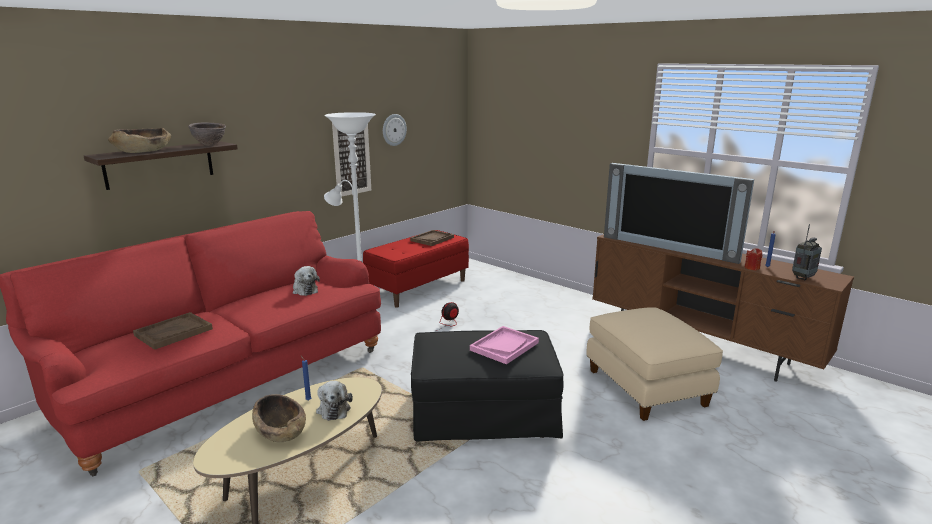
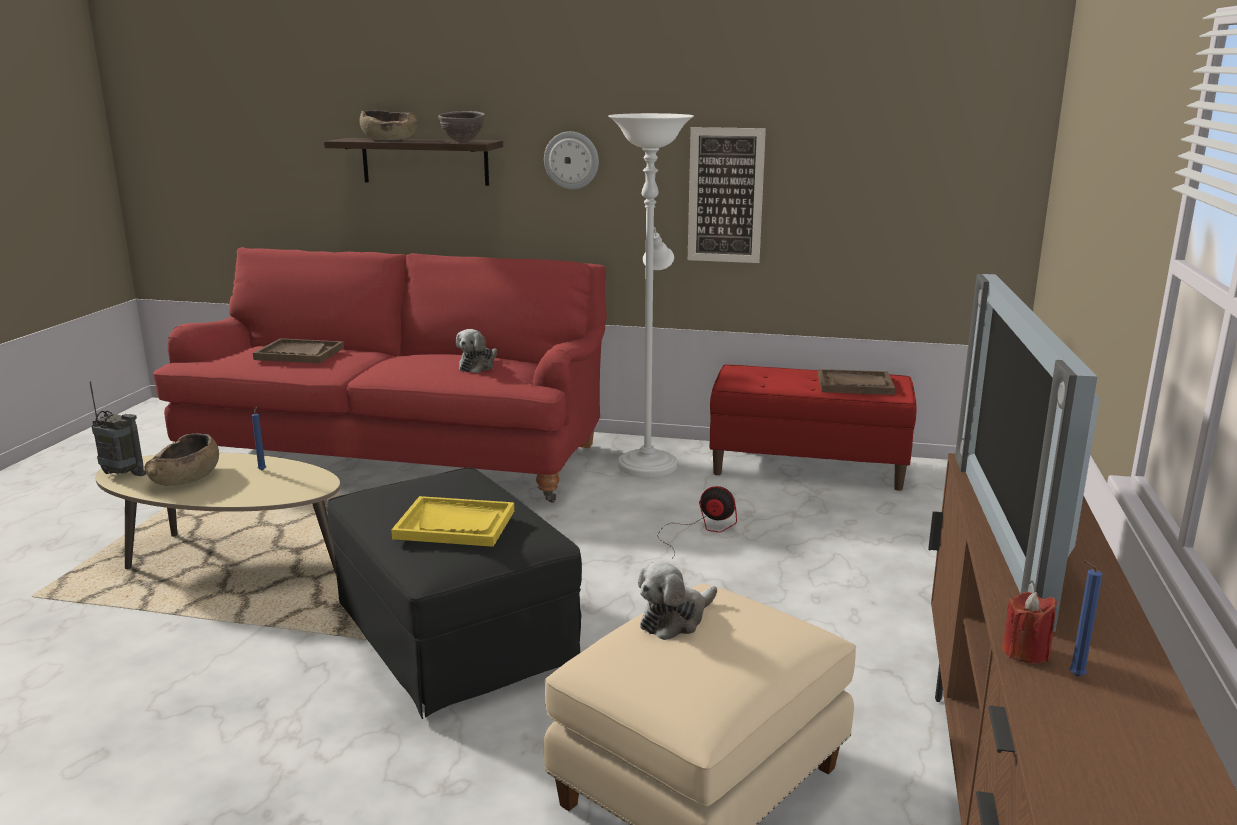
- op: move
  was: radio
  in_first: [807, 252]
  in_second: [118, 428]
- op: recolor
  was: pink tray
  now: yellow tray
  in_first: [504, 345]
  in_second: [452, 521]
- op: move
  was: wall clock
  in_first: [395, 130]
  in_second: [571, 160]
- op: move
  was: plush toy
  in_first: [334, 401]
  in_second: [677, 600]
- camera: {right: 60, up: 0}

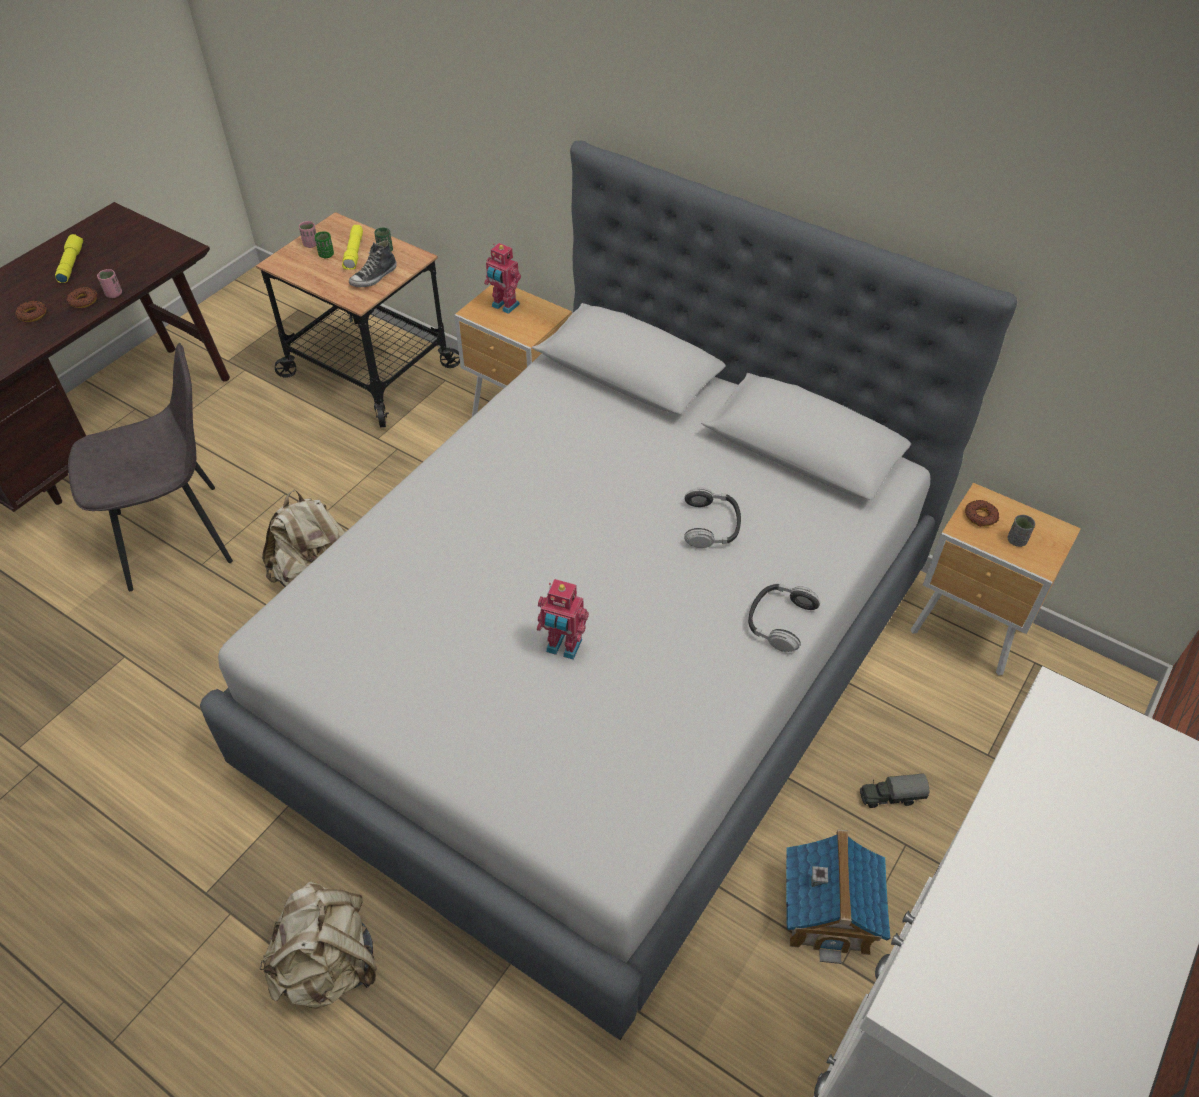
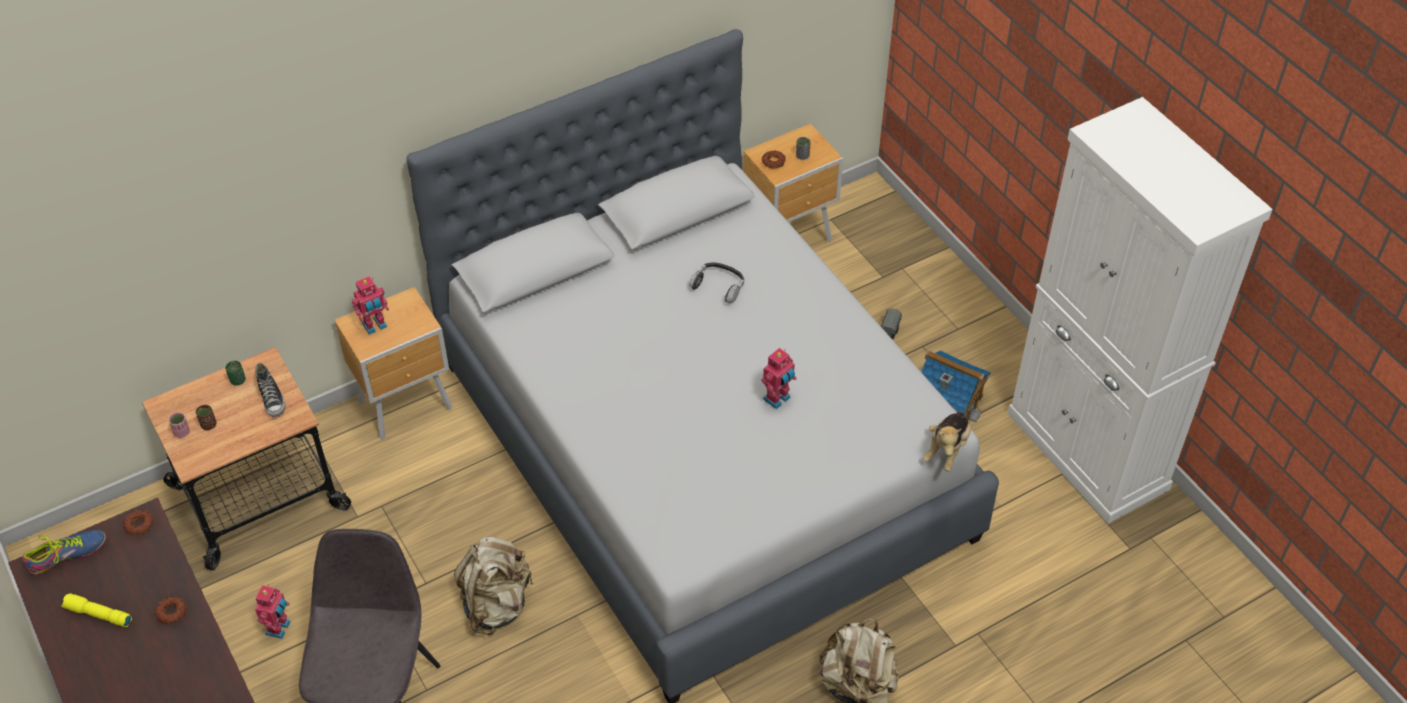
- op: insert
  now: shoe
  in_second: [64, 552]
- op: move
  was: donut
  in_first: [31, 311]
  in_second: [138, 522]
- op: recolor
  was: green cup
  now: brown cup
  in_first: [324, 244]
  in_second: [206, 417]
- op: insert
  now: toy robot
  in_second: [273, 611]
- op: insert
  now: plush toy
  in_second: [947, 441]
- op: delete
  was: pink cup
  in_first: [109, 283]
- op: delete
  was: yellow flashlight
  in_first: [352, 247]
- op: delete
  was: headphones
  in_first: [784, 618]
- camera: {right: -65, up: 0}

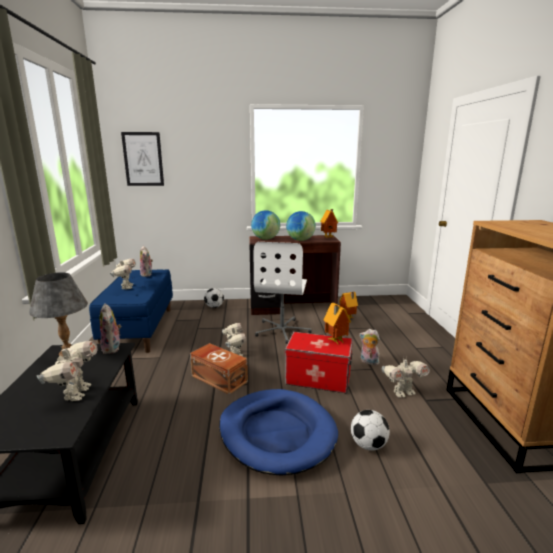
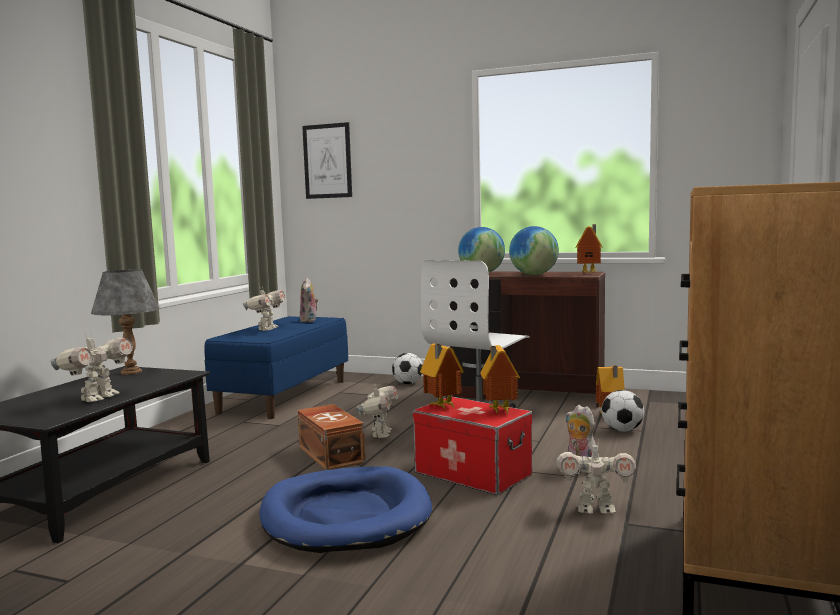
- op: insert
  now: toy house
  in_second: [442, 376]
- op: move
  was: football
  in_first: [370, 430]
  in_second: [622, 411]
- op: delete
  was: plush toy
  in_first: [110, 329]
- camera: {right: 25, up: -10}

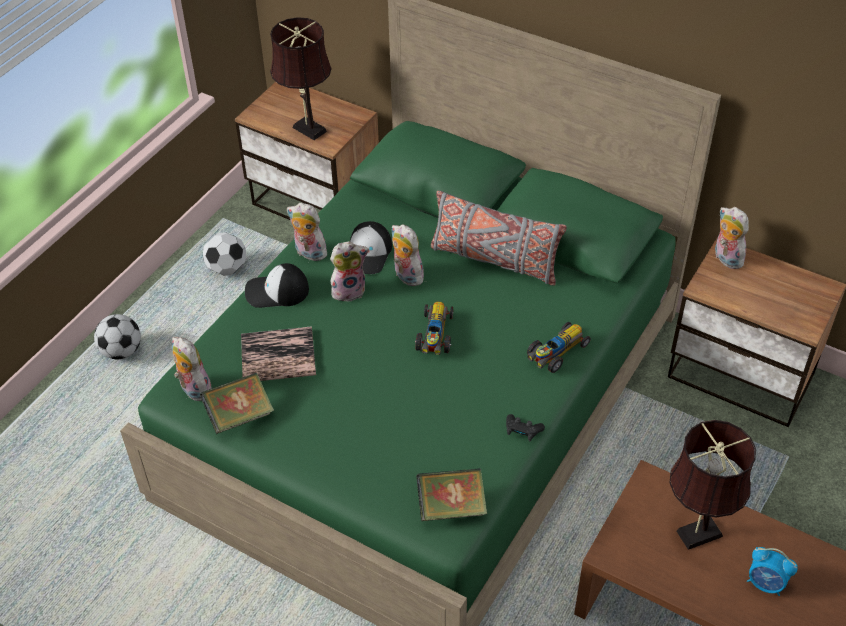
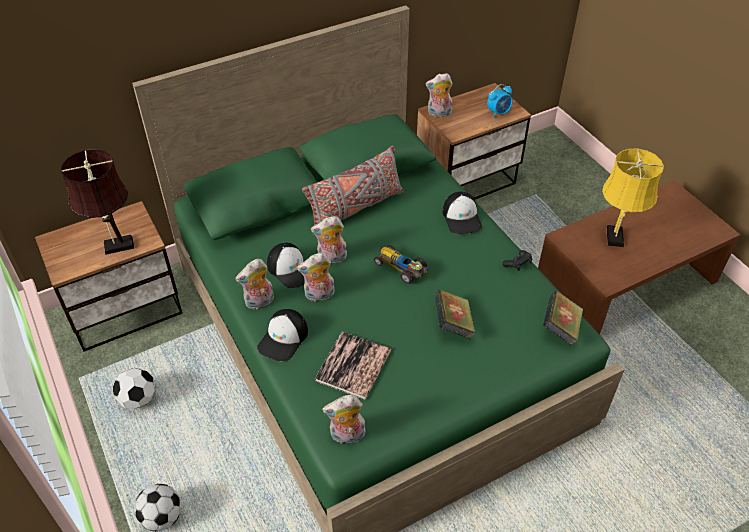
- op: rotate
  was: plush toy
  in_first: [349, 271]
  in_second: [316, 277]
  clockwise: -120
- op: move
  was: book
  in_first: [237, 403]
  in_second: [454, 314]
- op: replace
  was: toy car
  now: cap
  in_first: [559, 347]
  in_second: [462, 213]
- op: move
  was: alarm clock
  in_first: [772, 571]
  in_second: [500, 101]
- op: recolor
  was: brown table lamp
  now: yellow table lamp
  in_first: [713, 485]
  in_second: [633, 198]
- camera: {right: -60, up: 0}

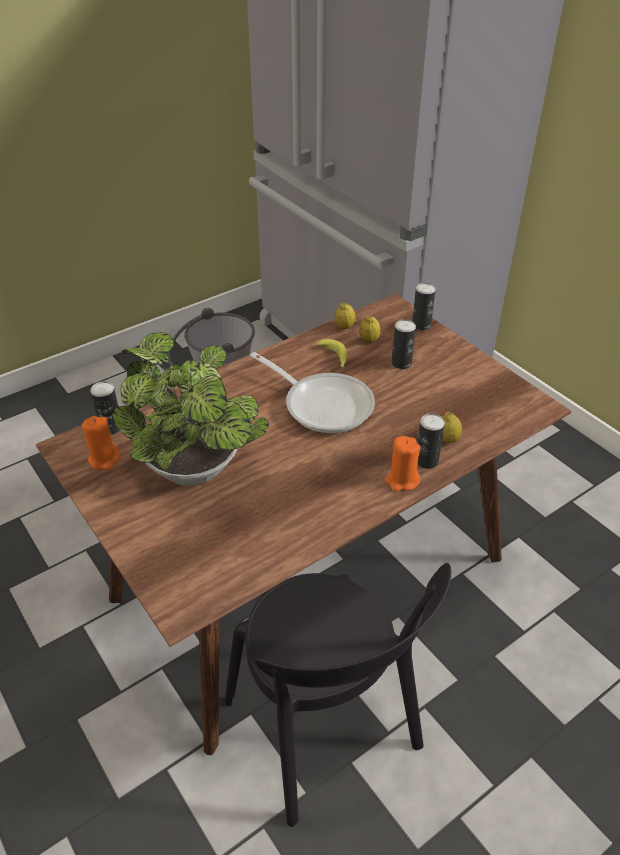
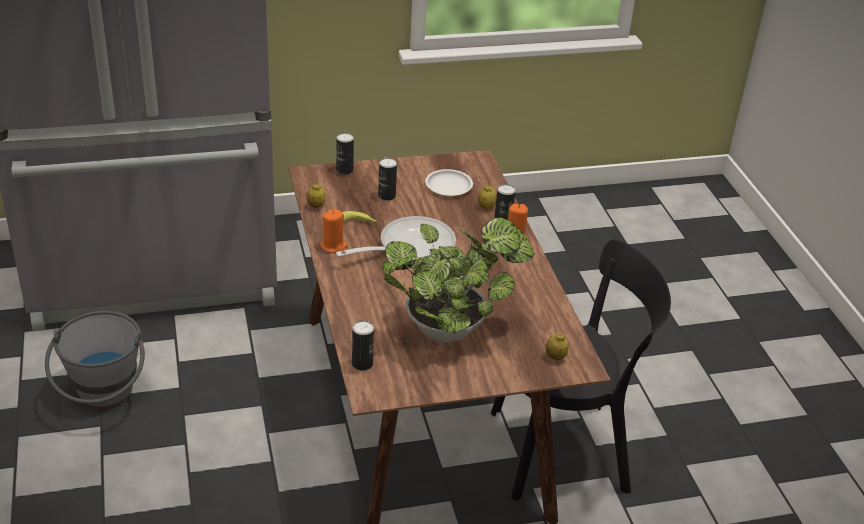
- op: move
  was: orange candle
  in_first: [101, 443]
  in_second: [334, 231]
- op: insert
  now: white plate
  in_second: [449, 182]
- op: move
  was: lemon
  in_first: [370, 329]
  in_second: [557, 346]
- camera: {right: -70, up: -5}

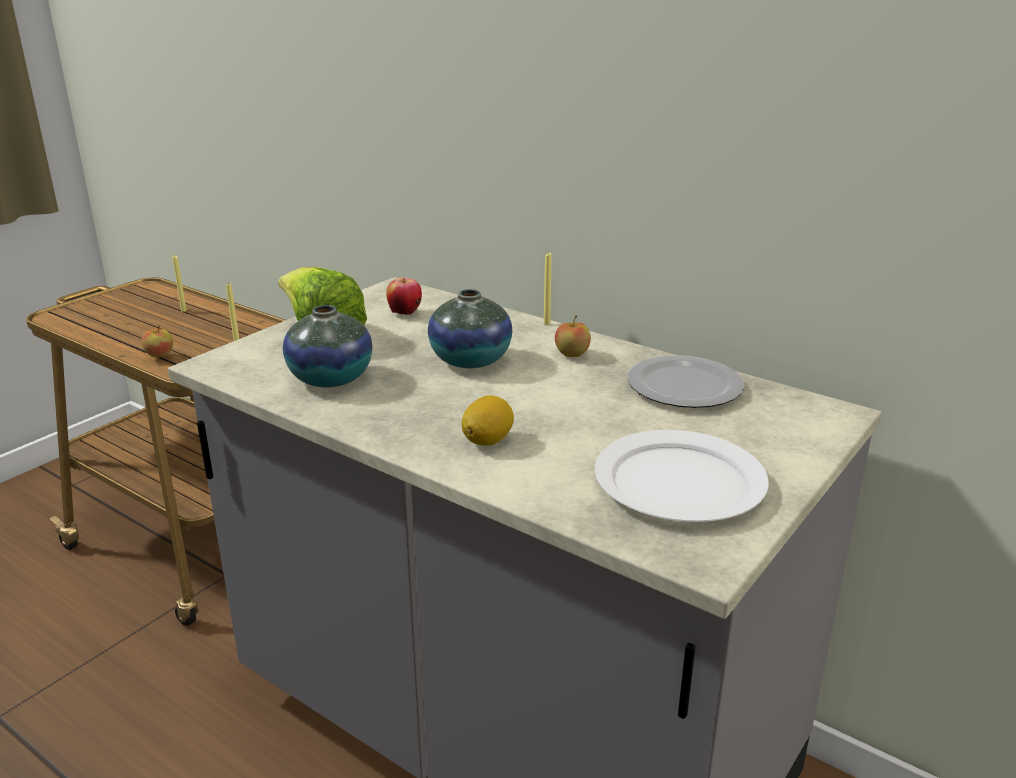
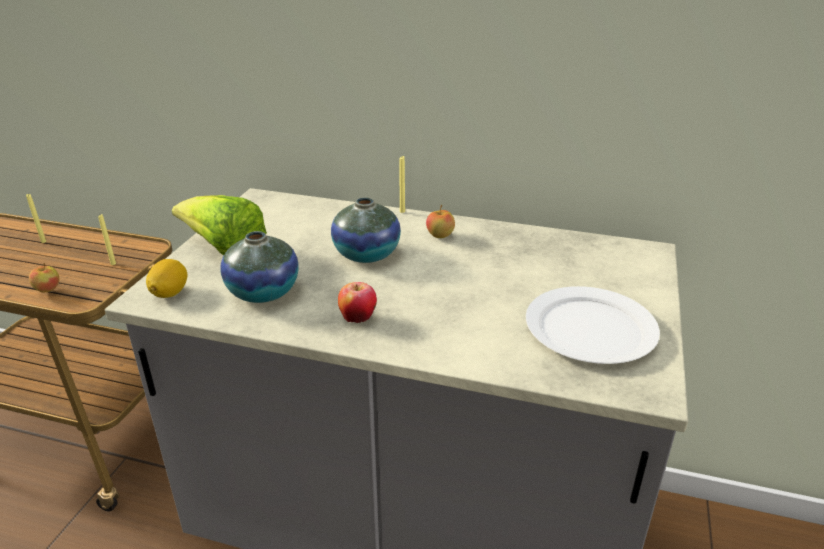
- op: move
  was: lemon
  in_first: [488, 420]
  in_second: [166, 278]
- op: move
  was: apple
  in_first: [404, 296]
  in_second: [357, 302]
- op: delete
  was: plate
  in_first: [685, 381]
- camera: {right: -20, up: 5}

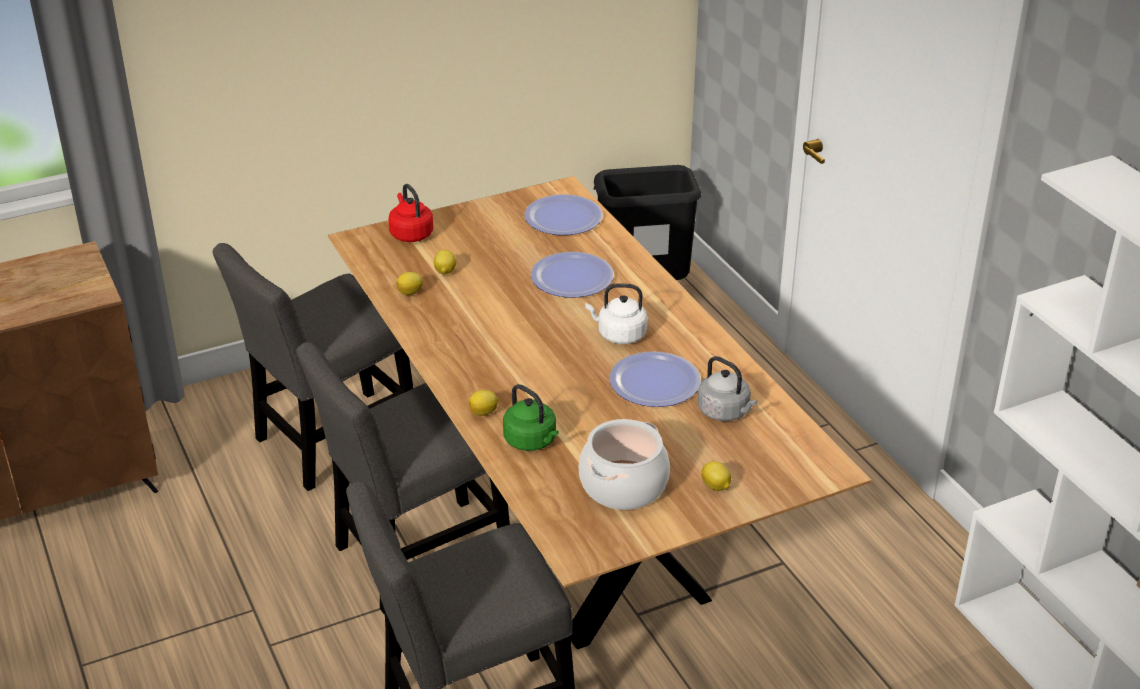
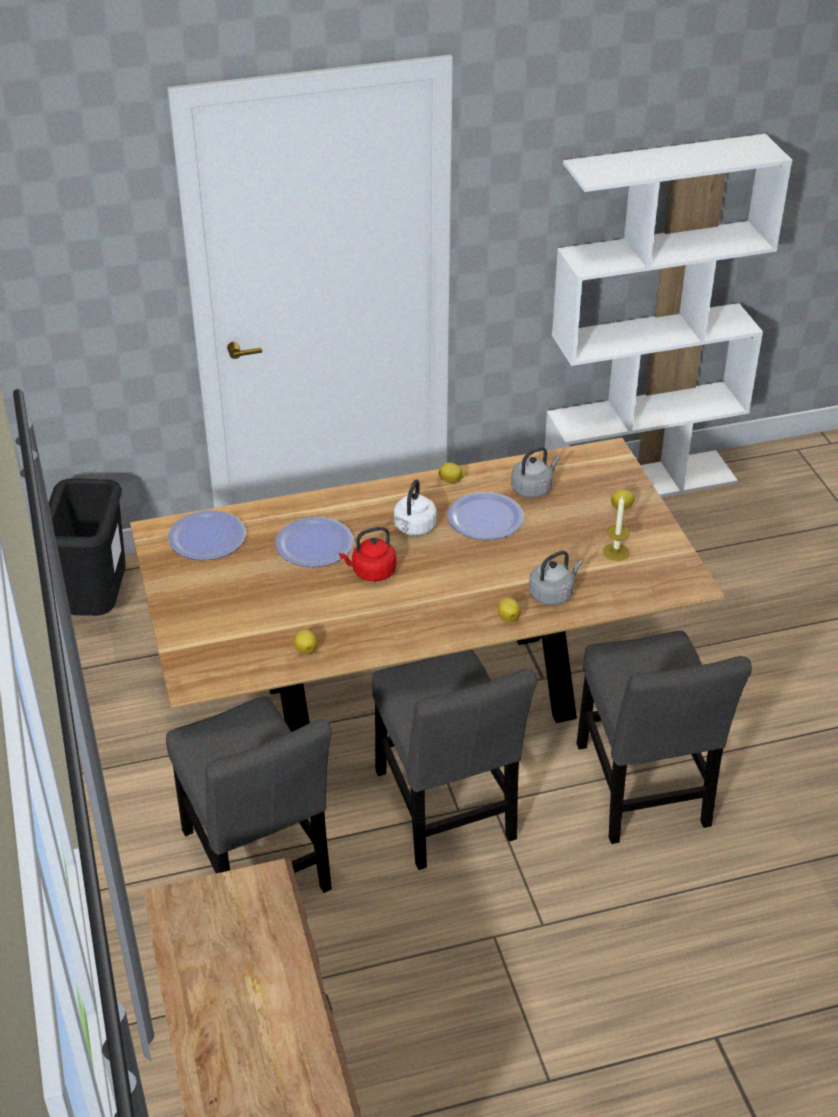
- op: move
  was: red kettle
  in_first: [410, 213]
  in_second: [367, 554]
- op: move
  was: lemon
  in_first: [445, 262]
  in_second: [451, 472]
- op: recolor
  was: green kettle
  now: grey kettle
  in_first: [531, 417]
  in_second: [556, 578]
- op: replace
  was: cooking pot
  now: candle
  in_first: [624, 464]
  in_second: [616, 528]
- camera: {right: -80, up: 5}

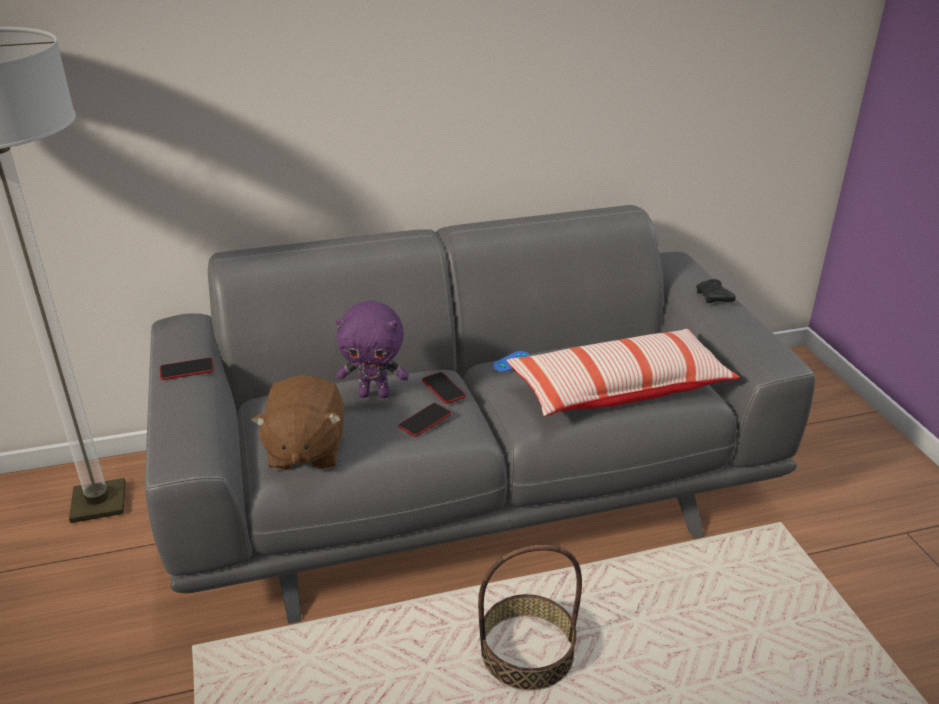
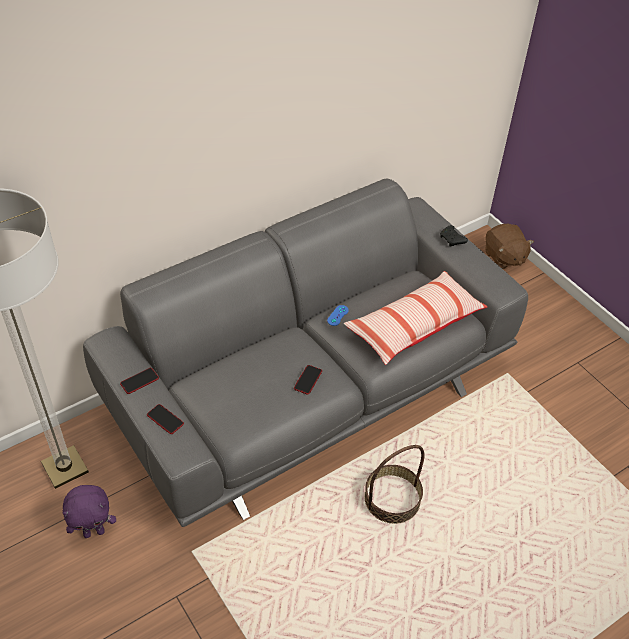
- op: move
  was: purple plush toy
  in_first: [372, 349]
  in_second: [89, 511]
- op: move
  was: phone
  in_first: [444, 388]
  in_second: [165, 419]
- op: move
  was: brown plush toy
  in_first: [297, 422]
  in_second: [509, 246]
- camera: {right: -20, up: 15}

